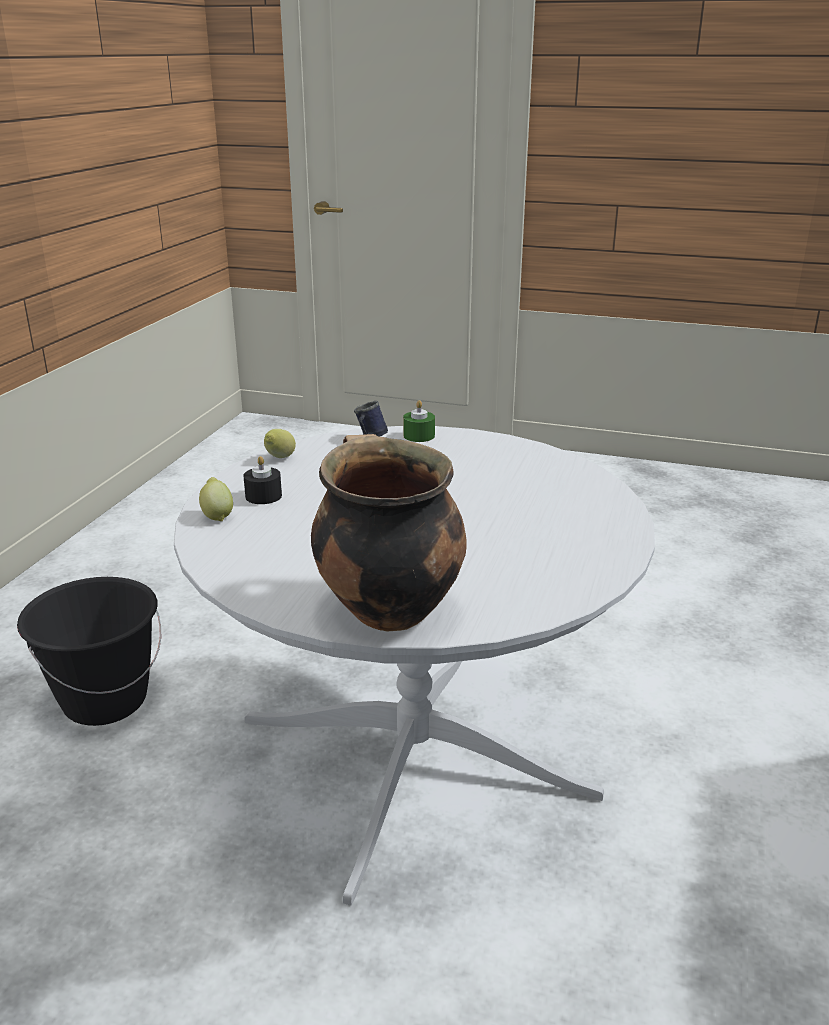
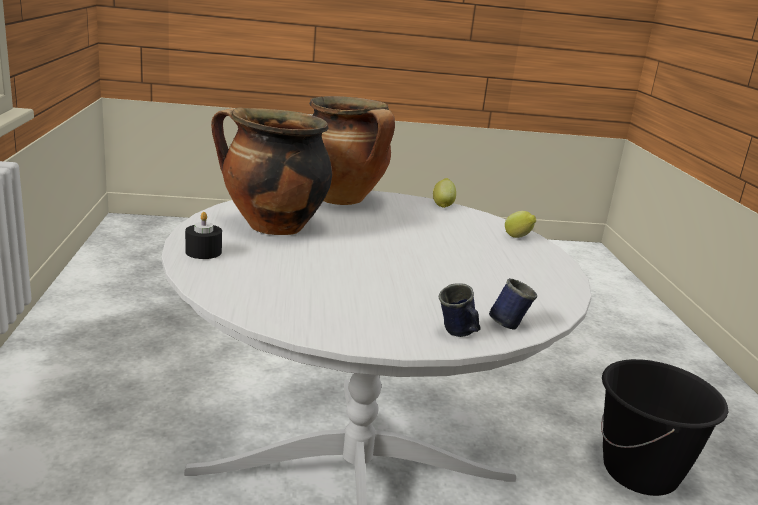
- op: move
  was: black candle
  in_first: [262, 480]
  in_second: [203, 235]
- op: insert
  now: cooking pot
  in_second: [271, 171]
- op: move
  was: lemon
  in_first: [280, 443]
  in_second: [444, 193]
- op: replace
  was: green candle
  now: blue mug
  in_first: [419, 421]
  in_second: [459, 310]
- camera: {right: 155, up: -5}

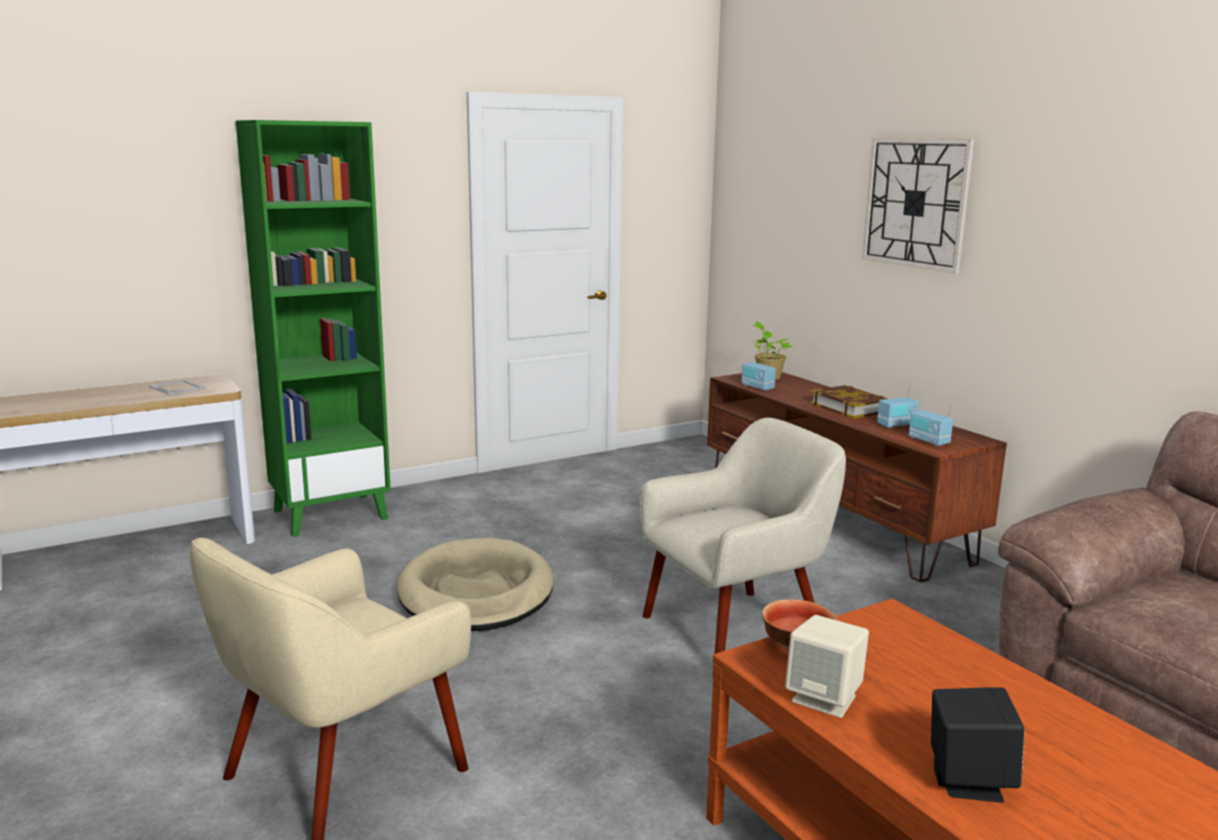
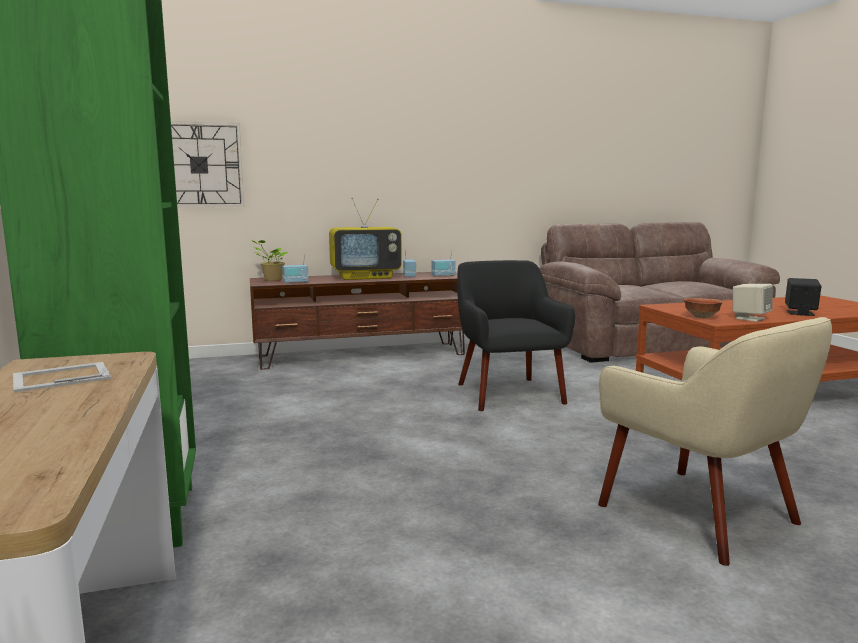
- op: move
  was: wall clock
  in_first: [918, 205]
  in_second: [207, 164]
- op: replace
  was: book
  now: television
  in_first: [848, 402]
  in_second: [365, 239]
- op: recolor
  was: beige armchair
  now: black armchair
  in_first: [743, 545]
  in_second: [516, 335]
- op: delete
  was: beige dog bed
  in_first: [475, 584]
- camera: {right: -75, up: -5}

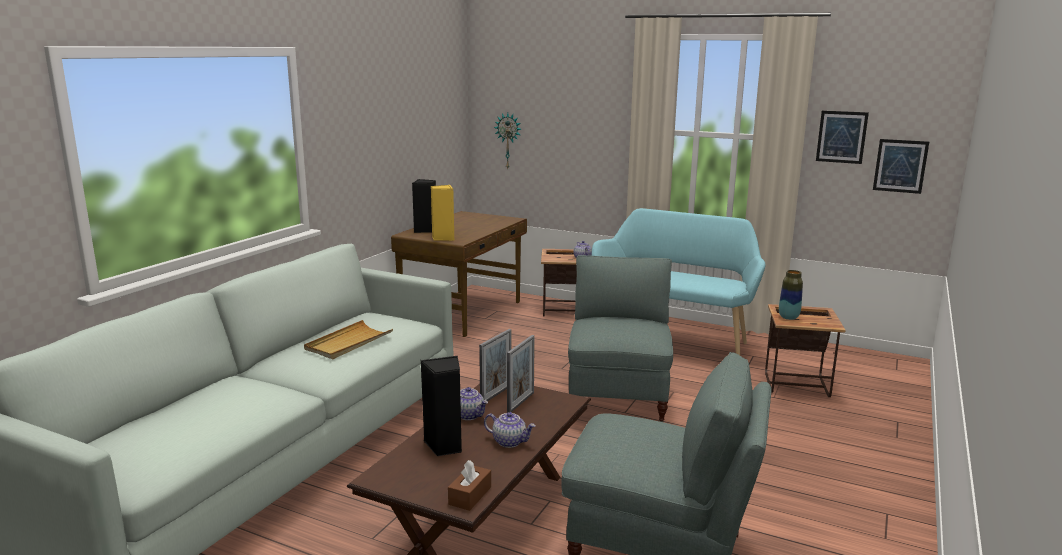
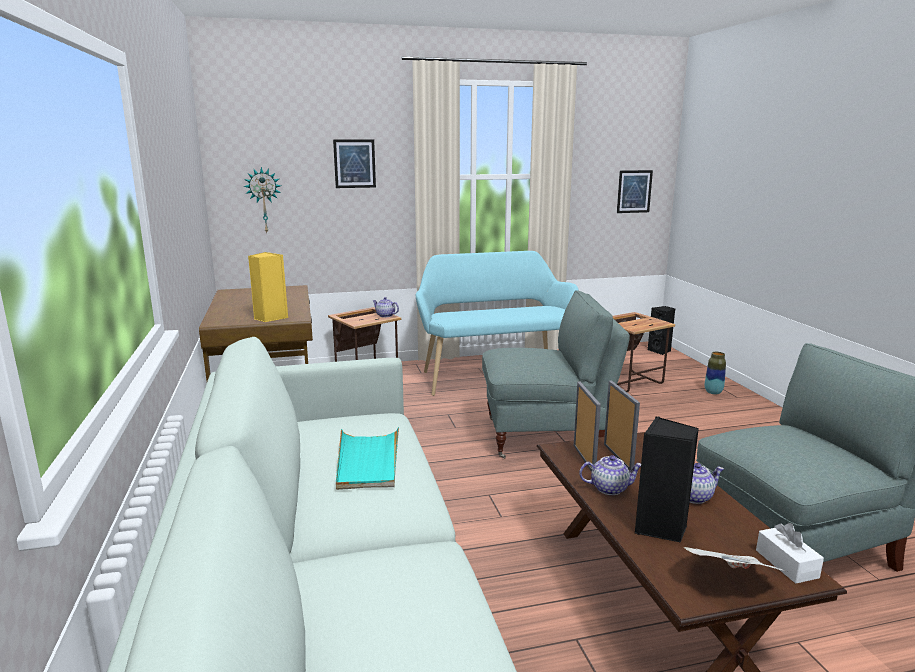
- op: move
  was: picture
  in_first: [842, 137]
  in_second: [354, 163]
- op: recolor
  was: beige tray
  now: turquoise tray
  in_first: [348, 339]
  in_second: [367, 458]
- op: rotate
  was: grey armchair
  in_first: [620, 338]
  in_second: [556, 374]
  clockwise: 120
- op: move
  was: black speaker
  in_first: [424, 206]
  in_second: [661, 330]
- op: insert
  now: newspaper
  in_second: [735, 559]
- op: move
  was: vase
  in_first: [791, 295]
  in_second: [715, 373]
- op: recolor
  was: brown tissue box
  now: white tissue box
  in_first: [469, 485]
  in_second: [790, 553]
- camera: {right: -40, up: 0}

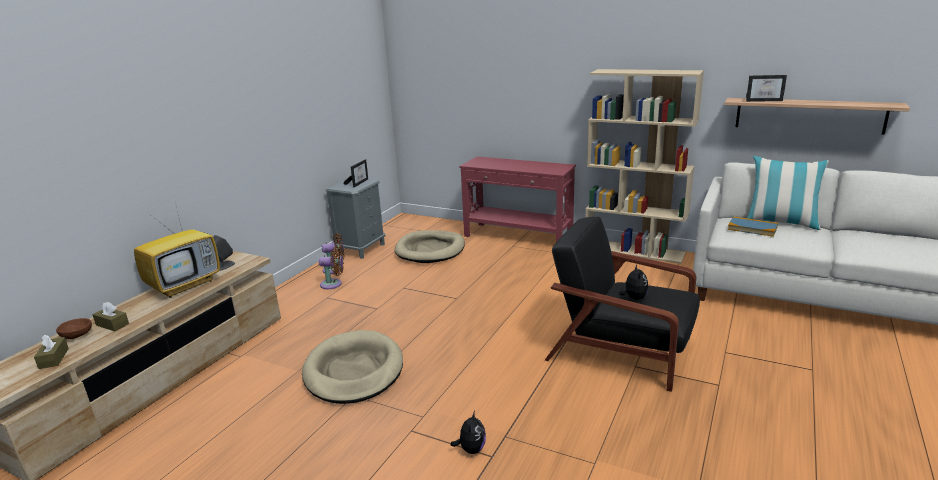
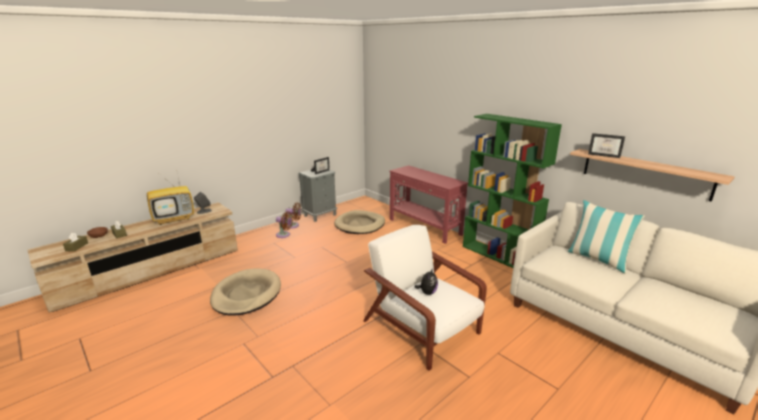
- op: recolor
  was: black armchair
  now: white armchair
  in_first: [622, 304]
  in_second: [425, 298]
- op: recolor
  was: beige bookcase
  now: green bookcase
  in_first: [645, 166]
  in_second: [512, 191]
- op: delete
  was: plush toy
  in_first: [468, 432]
- op: delete
  was: book
  in_first: [753, 226]
- camera: {right: 20, up: 0}

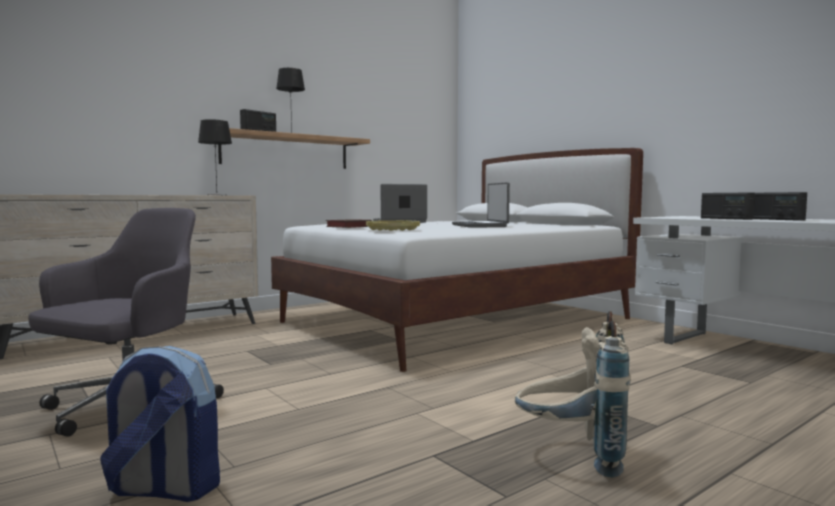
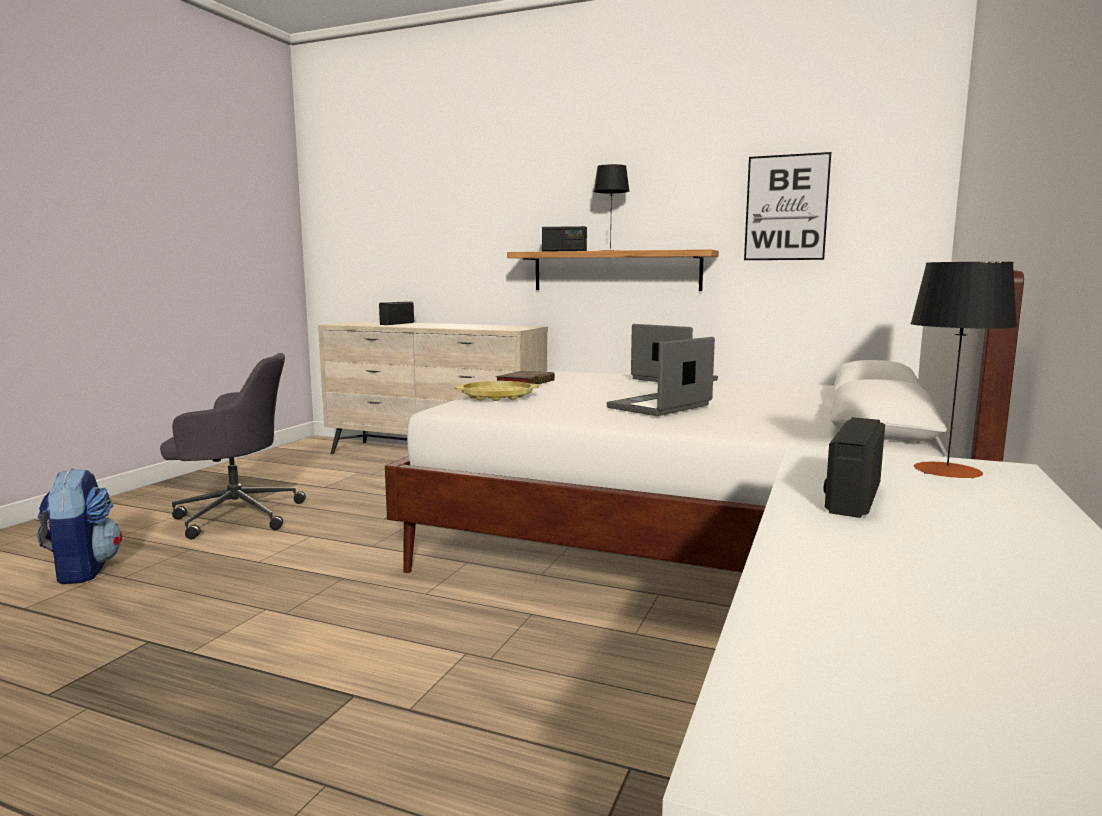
- op: move
  was: radio
  in_first: [780, 206]
  in_second: [396, 313]
- op: insert
  now: picture
  in_second: [787, 206]
- op: move
  was: black table lamp
  in_first: [215, 154]
  in_second: [963, 370]
- op: delete
  was: beige backpack
  in_first: [572, 394]
- camera: {right: 60, up: 5}

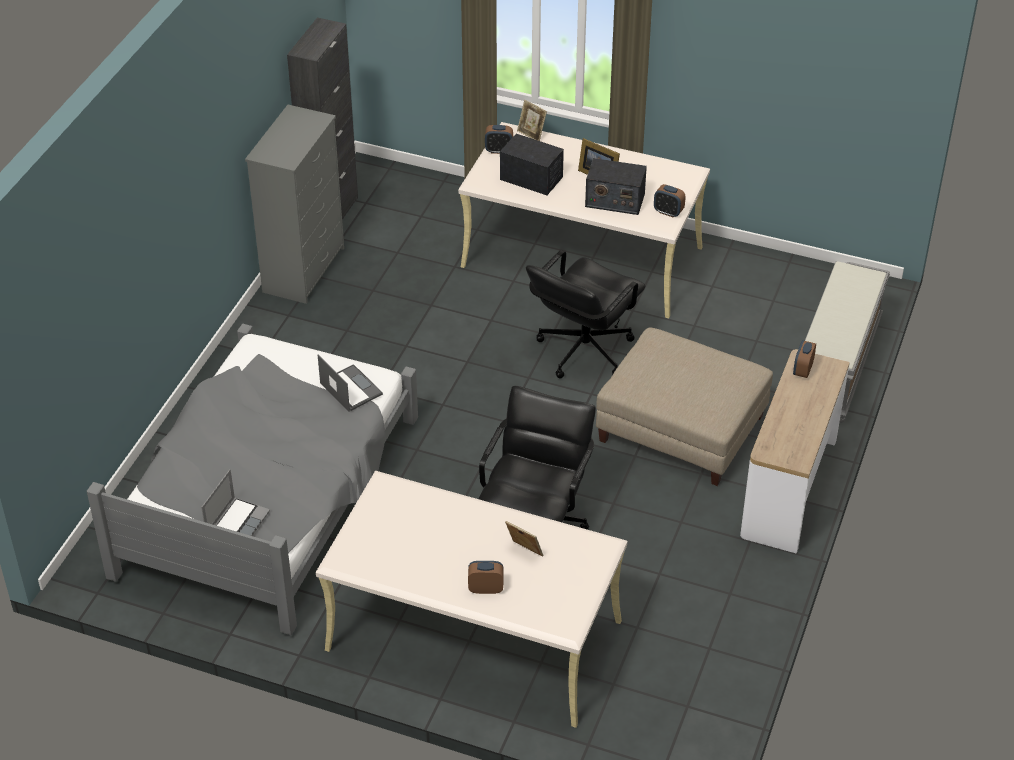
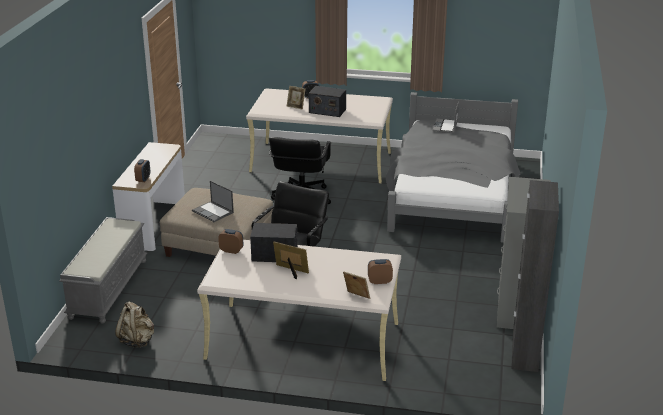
- op: insert
  now: beige backpack
  in_second: [134, 325]
- op: move
  was: laptop
  in_first: [350, 383]
  in_second: [213, 201]
- op: move
  was: radio
  in_first: [532, 164]
  in_second: [327, 101]
- camera: {right: 170, up: -15}

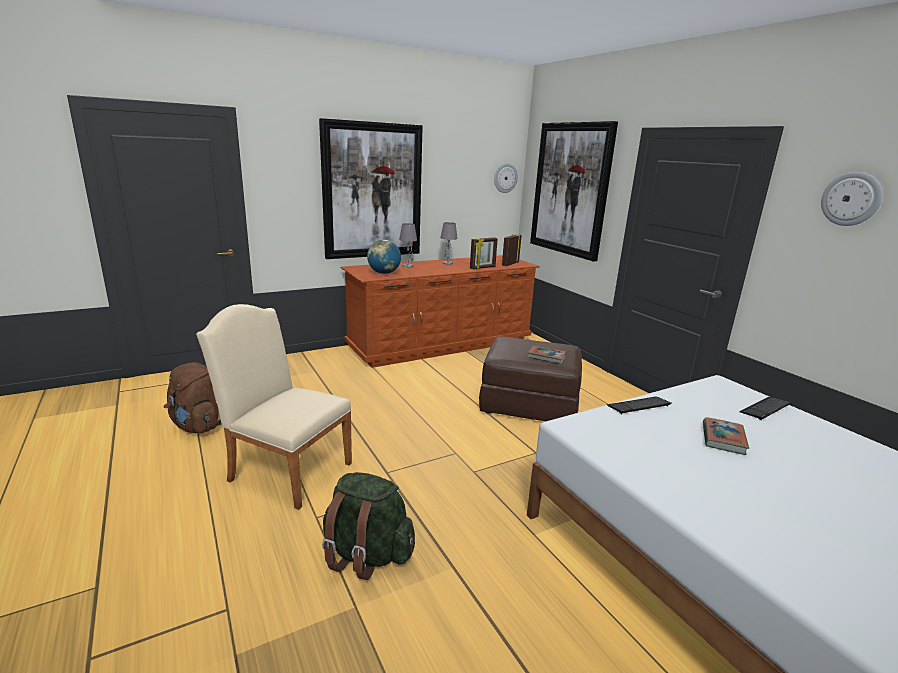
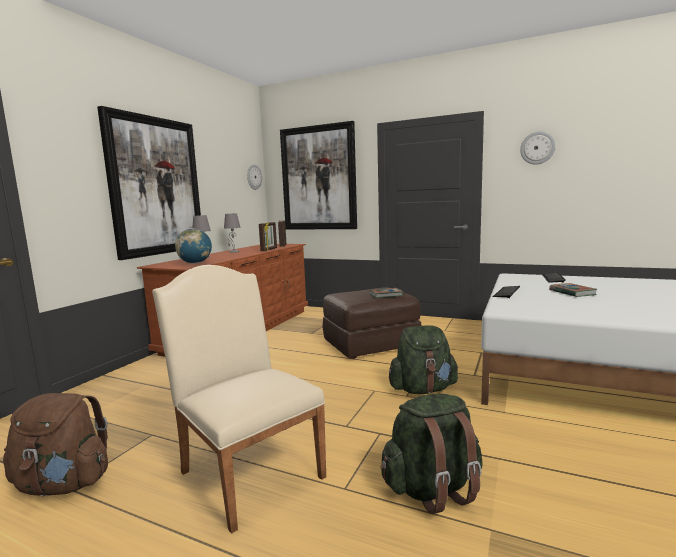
- op: rotate
  was: beige chair
  in_first: [274, 407]
  in_second: [239, 399]
  clockwise: 60
- op: insert
  now: green backpack
  in_second: [423, 359]
- camera: {right: -35, up: -10}

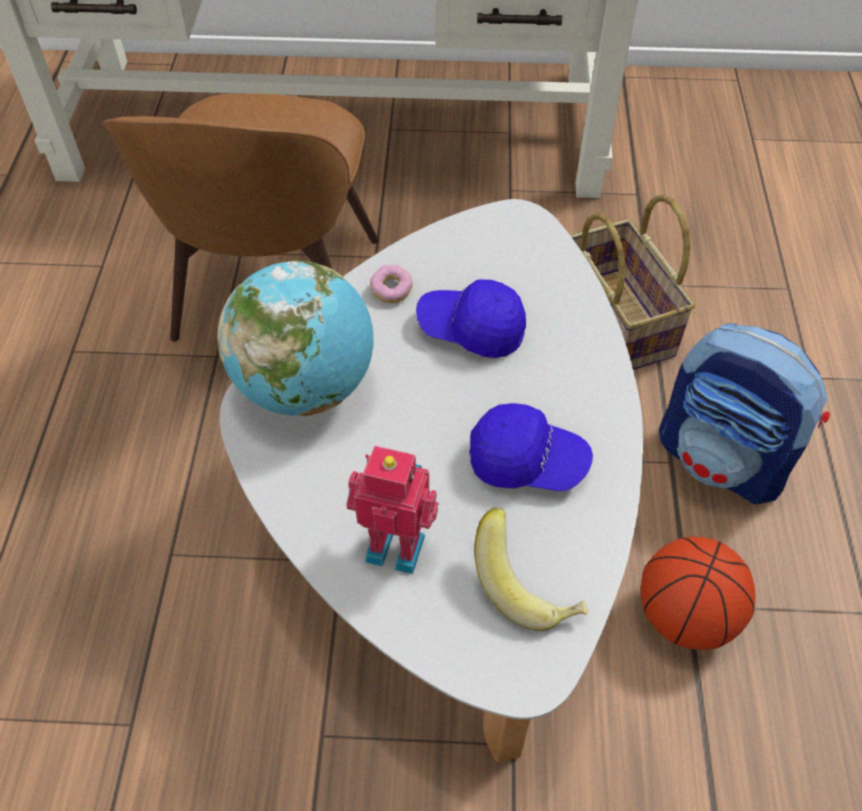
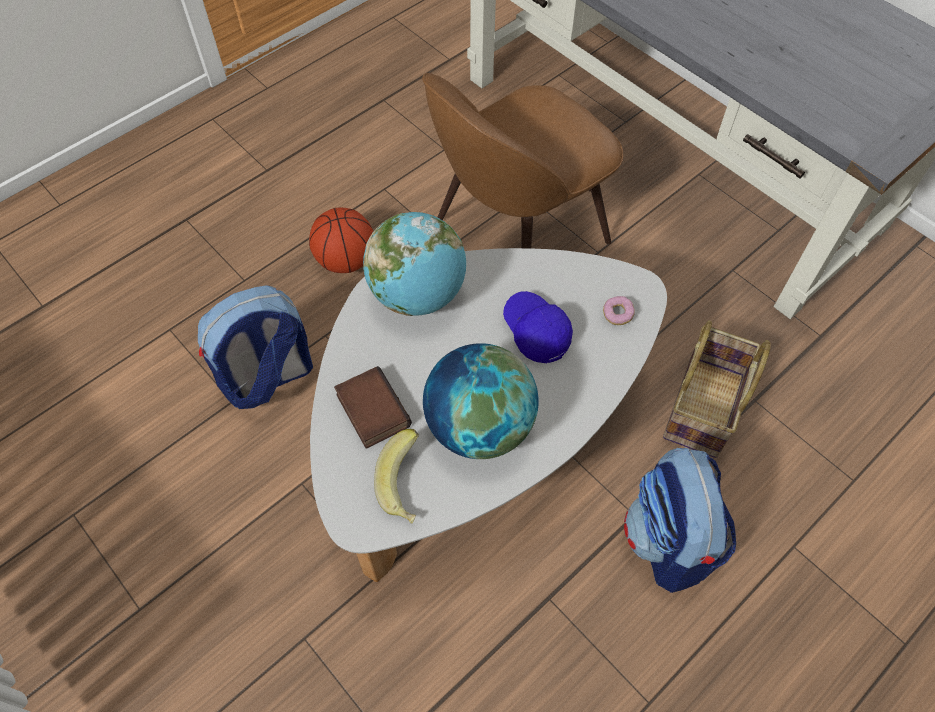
- op: insert
  now: backpack
  in_second: [255, 347]
- op: move
  was: basketball
  in_first: [698, 593]
  in_second: [341, 240]
- op: replace
  was: toy robot
  now: book
  in_first: [392, 509]
  in_second: [373, 407]
- op: replace
  was: blue cap
  now: globe
  in_first: [531, 447]
  in_second: [481, 401]
- op: move
  was: donut
  in_first: [391, 284]
  in_second: [619, 310]
- camera: {right: 45, up: 5}

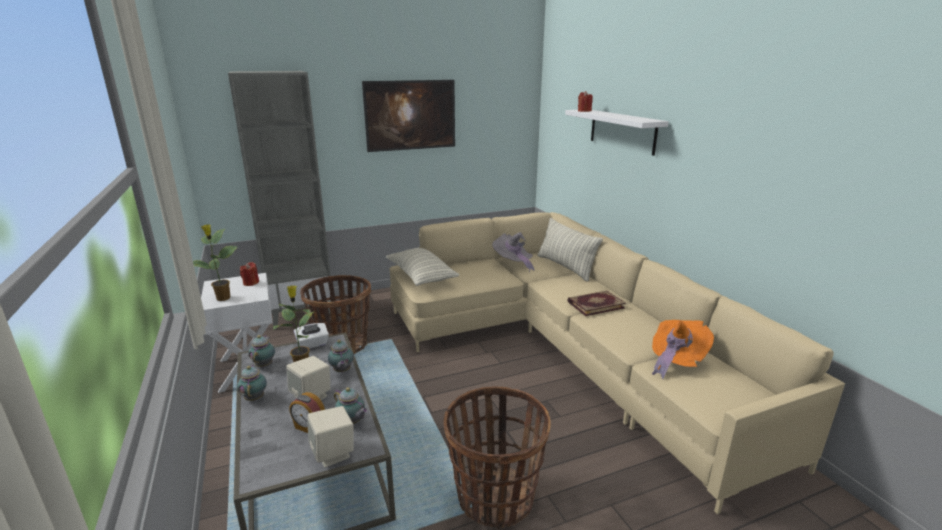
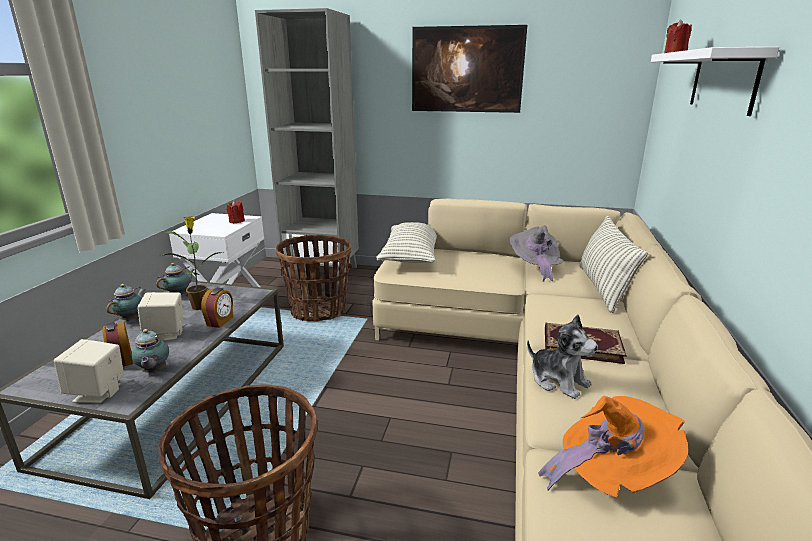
- op: replace
  was: teapot
  now: alarm clock
  in_first: [341, 356]
  in_second: [217, 308]
- op: insert
  now: plush toy
  in_second: [562, 356]
- op: delete
  was: potted plant
  in_first: [215, 262]
- op: delete
  was: white tissue box
  in_first: [311, 336]
- camera: {right: 35, up: 0}

